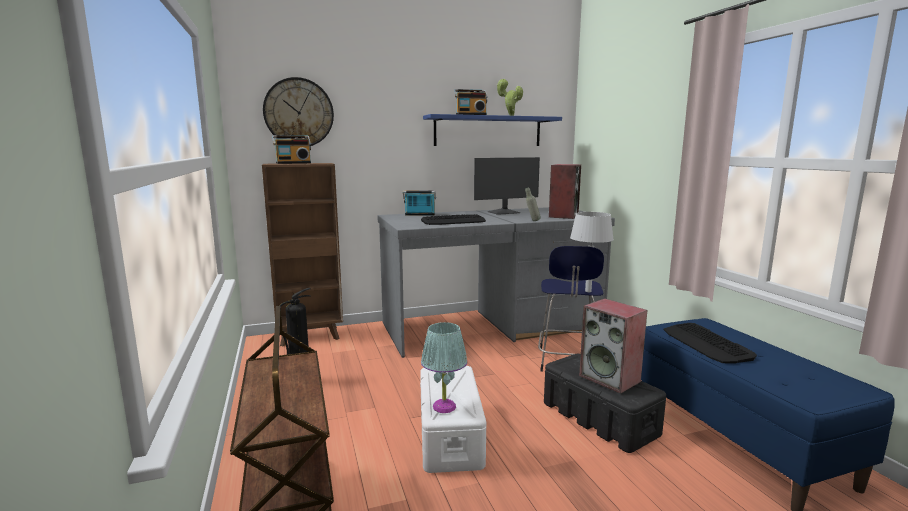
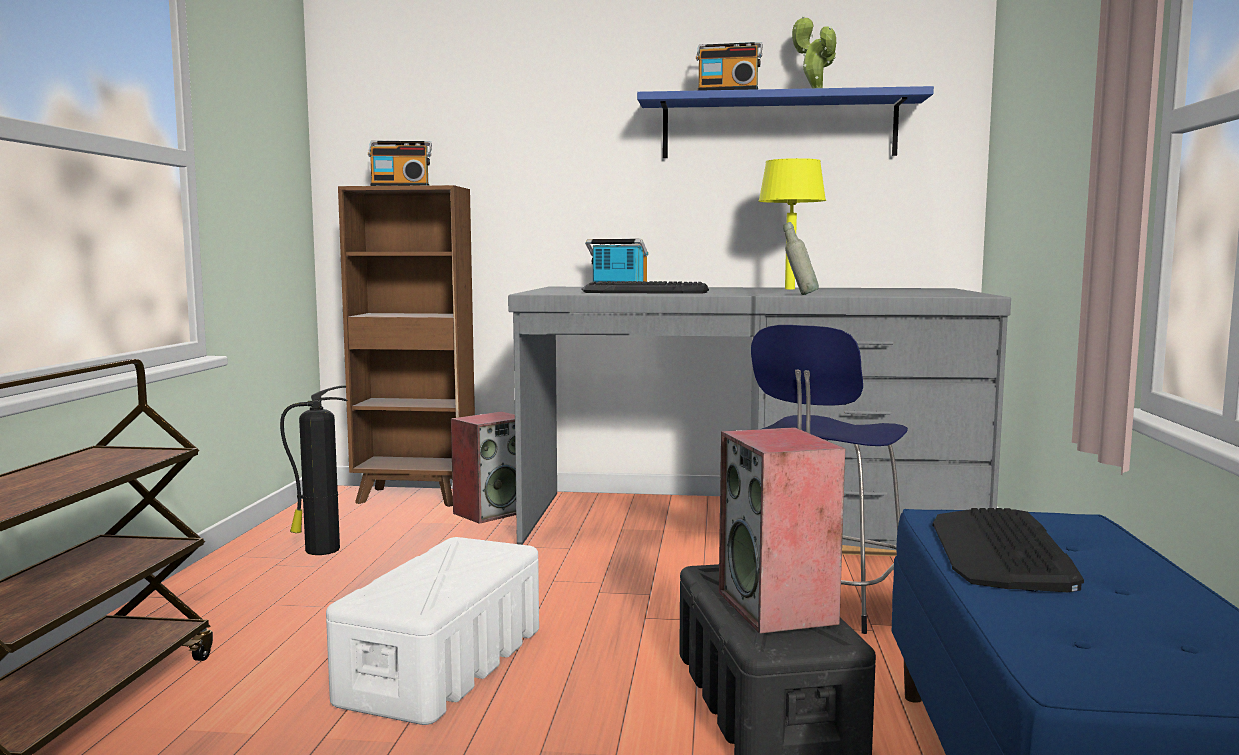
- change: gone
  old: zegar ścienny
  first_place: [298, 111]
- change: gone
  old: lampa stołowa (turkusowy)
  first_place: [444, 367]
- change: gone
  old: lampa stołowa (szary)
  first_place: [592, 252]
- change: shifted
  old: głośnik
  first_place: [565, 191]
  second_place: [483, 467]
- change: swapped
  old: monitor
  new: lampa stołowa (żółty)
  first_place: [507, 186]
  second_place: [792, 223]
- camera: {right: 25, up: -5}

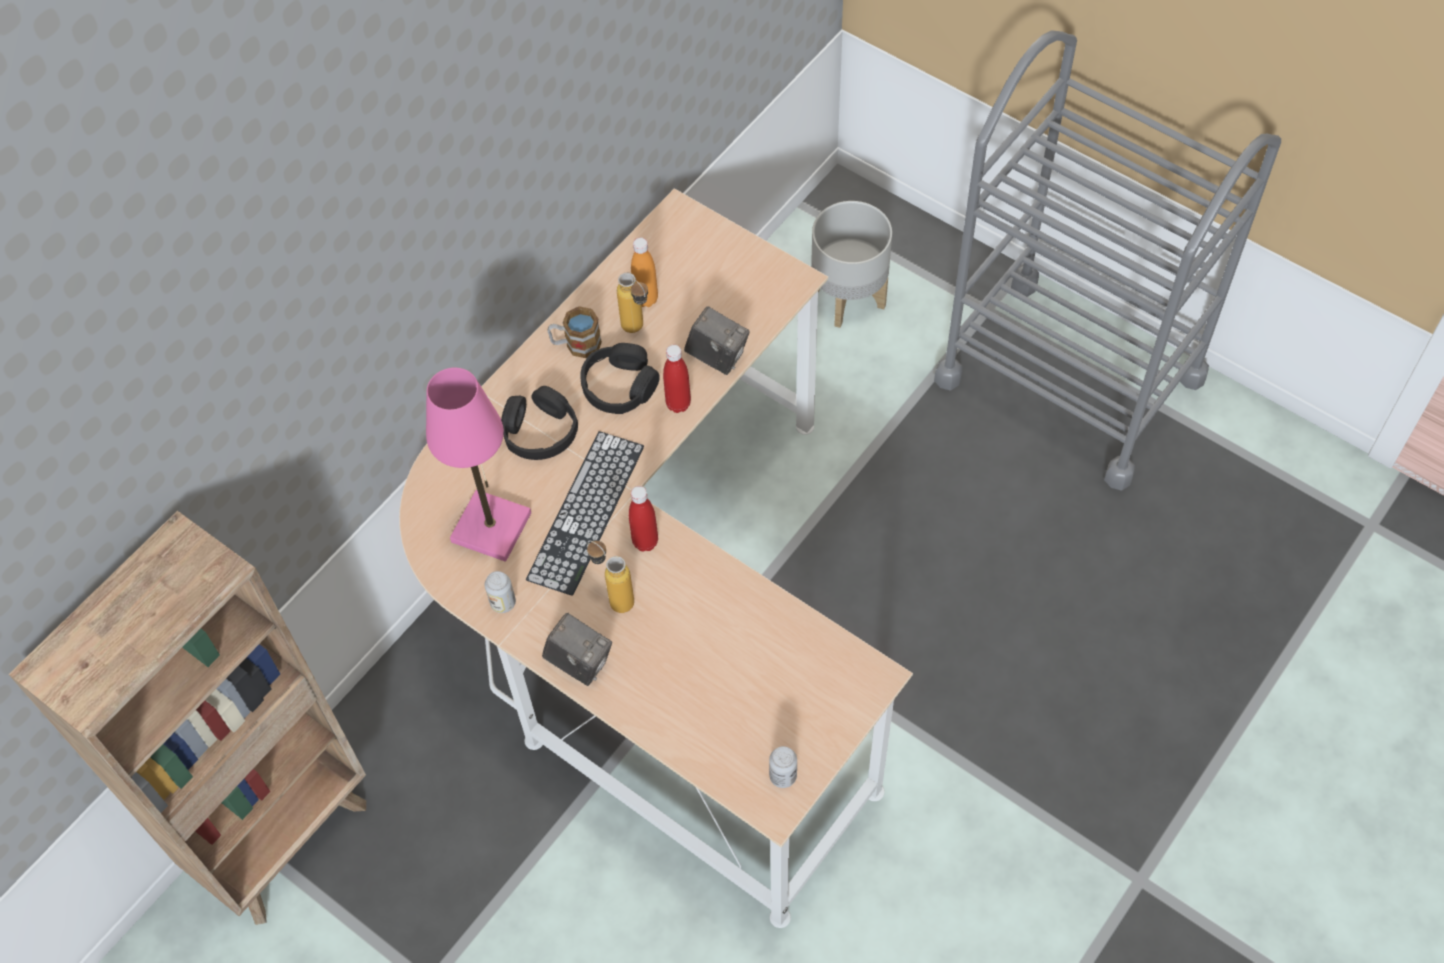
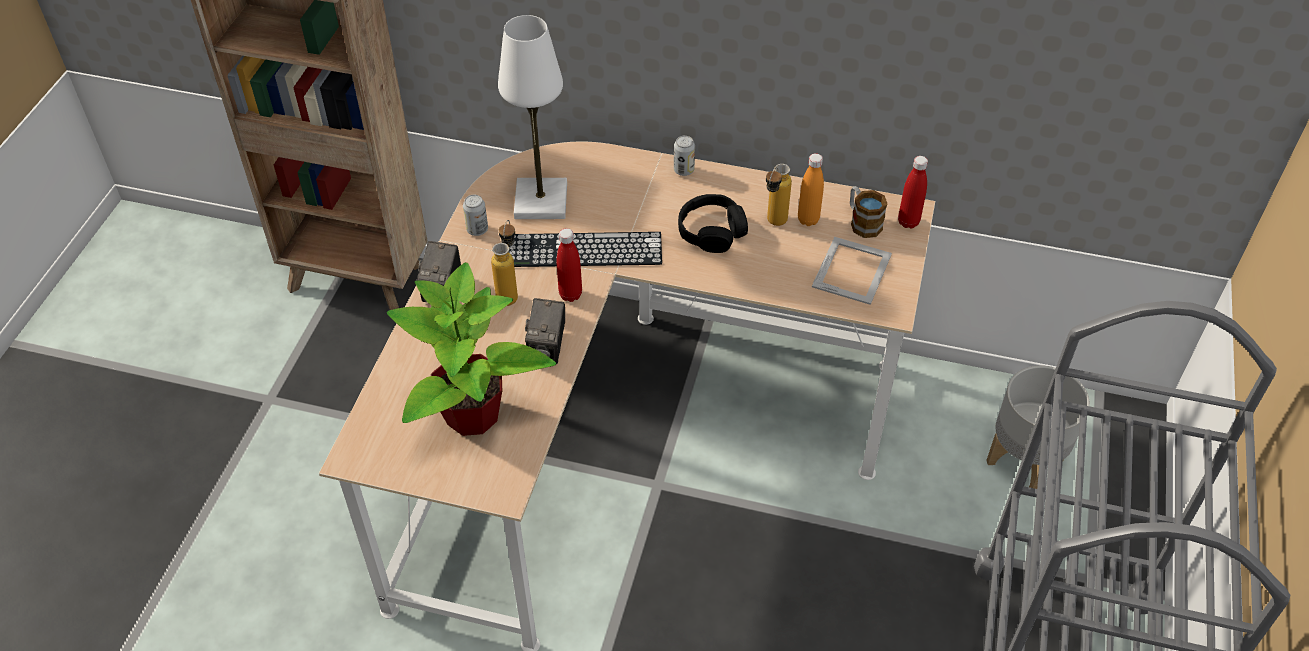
- change: gone
  old: słuchawki (czarny)
  first_place: [539, 423]
- change: new
  new: roślina doniczkowa
  second_place: [471, 349]
- change: new
  new: ramka na zdjęcie
  second_place: [852, 271]
- change: shifted
  old: kubek
  first_place: [574, 332]
  second_place: [869, 212]
- change: shifted
  old: butelka (czerwony)
  first_place: [677, 379]
  second_place: [913, 192]
- change: shifted
  old: aparat fotograficzny
  first_place: [717, 341]
  second_place: [545, 331]
- change: shifted
  old: puszka
  first_place: [783, 767]
  second_place: [684, 156]
- change: repainted
  old: lampa stołowa (różowy)
  new: lampa stołowa (biały)
  first_place: [478, 465]
  second_place: [532, 117]
- camera: {right: 65, up: -10}

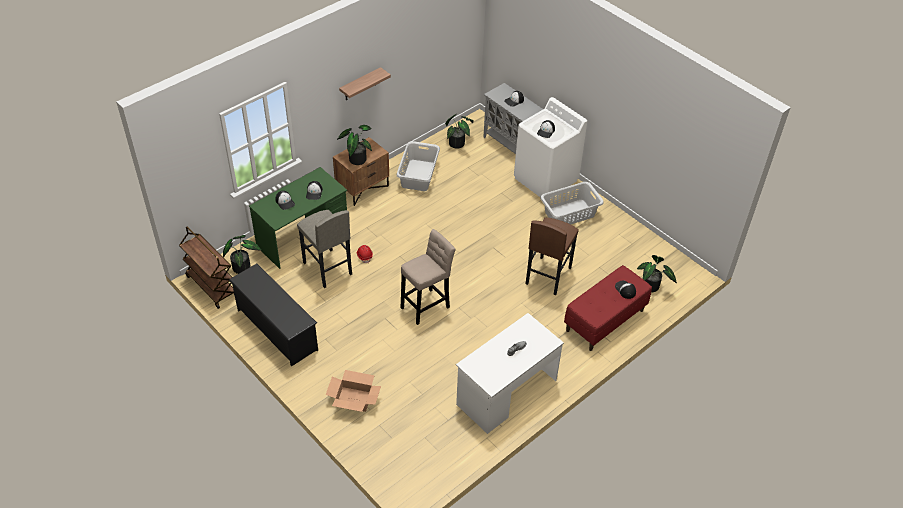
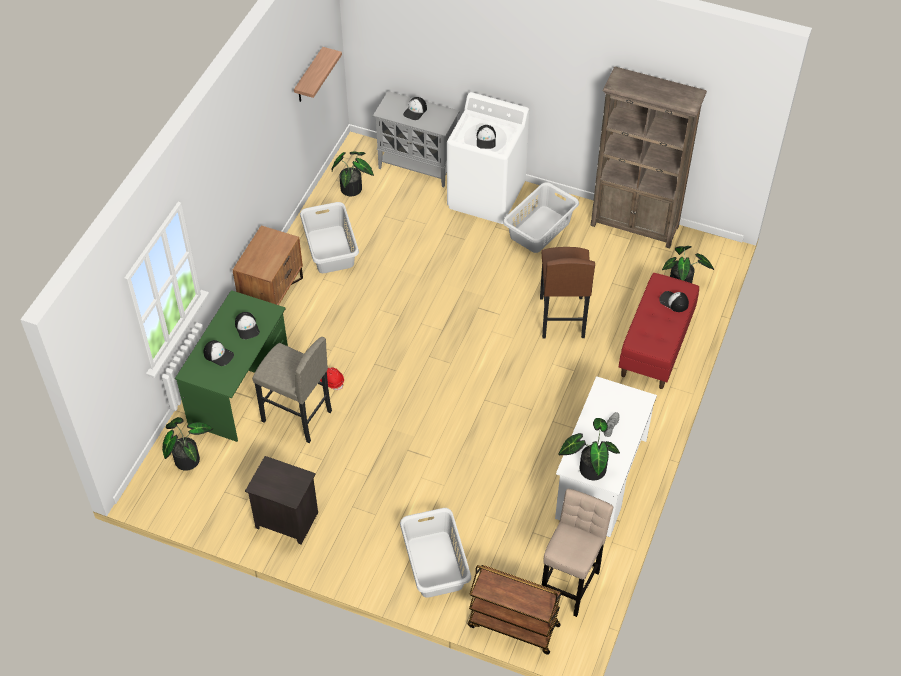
- change: new
  new: regał (brązowy)
  second_place: [648, 158]
- change: shifted
  old: wózek (brązowy)
  first_place: [207, 267]
  second_place: [515, 610]
- change: shifted
  old: roślina doniczkowa
  first_place: [354, 145]
  second_place: [589, 449]
- change: shifted
  old: półka
  first_place: [365, 83]
  second_place: [318, 74]
- change: shifted
  old: stołek (beżowy)
  first_place: [428, 277]
  second_place: [577, 553]
- change: swapped
  old: regał na buty (czarny)
  new: szafka nocna (czarny)
  first_place: [273, 314]
  second_place: [281, 500]
- change: swapped
  old: karton
  new: kosz na pranie (szary)
  first_place: [353, 391]
  second_place: [435, 553]
- camera: {right: -25, up: 5}

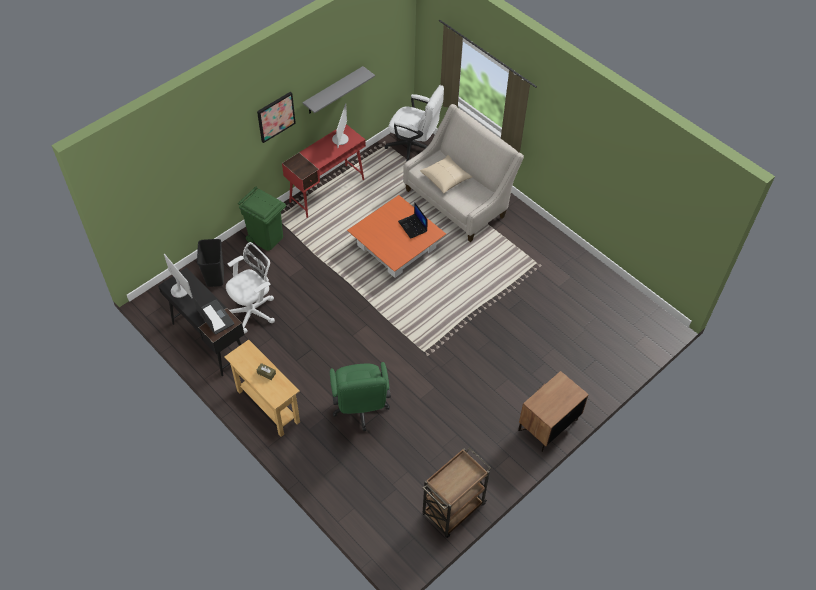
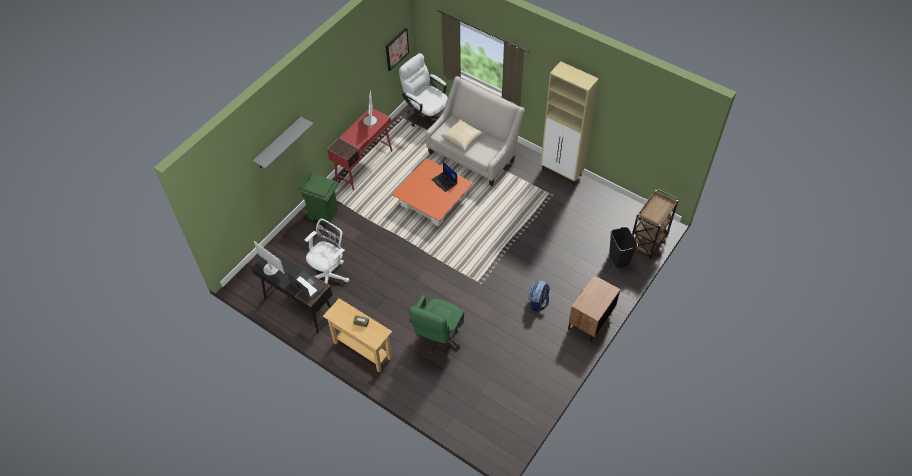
- change: new
  new: plecak
  second_place: [539, 296]
- change: new
  new: szafka (beżowy)
  second_place: [570, 123]
- change: shifted
  old: kosz na śmieci (czarny)
  first_place: [210, 263]
  second_place: [623, 247]
- change: shifted
  old: obraz
  first_place: [276, 117]
  second_place: [397, 49]
- change: shifted
  old: półka (szary)
  first_place: [338, 89]
  second_place: [283, 143]
- change: shifted
  old: wózek (brązowy)
  first_place: [456, 492]
  second_place: [655, 224]
- change: rotated
  old: krzesło biurowe (zielony)
  first_place: [360, 396]
  second_place: [436, 325]
  degrees: 45
- change: rotated
  old: krzesło biurowe (biały)
  first_place: [414, 123]
  second_place: [423, 90]
  degrees: -150
- camera: {right: -10, up: 0}

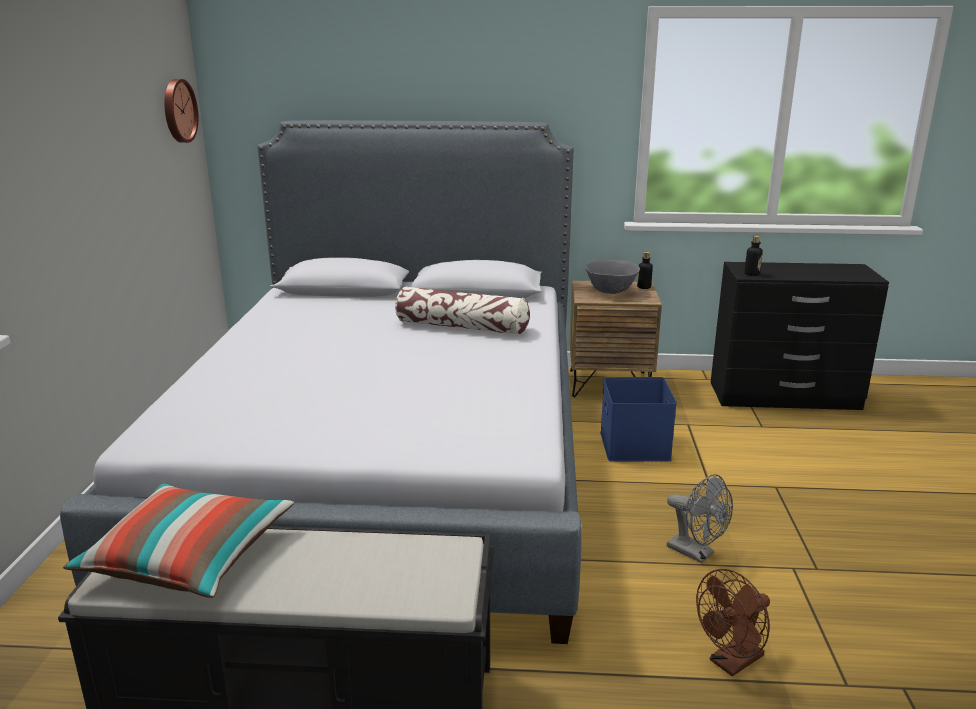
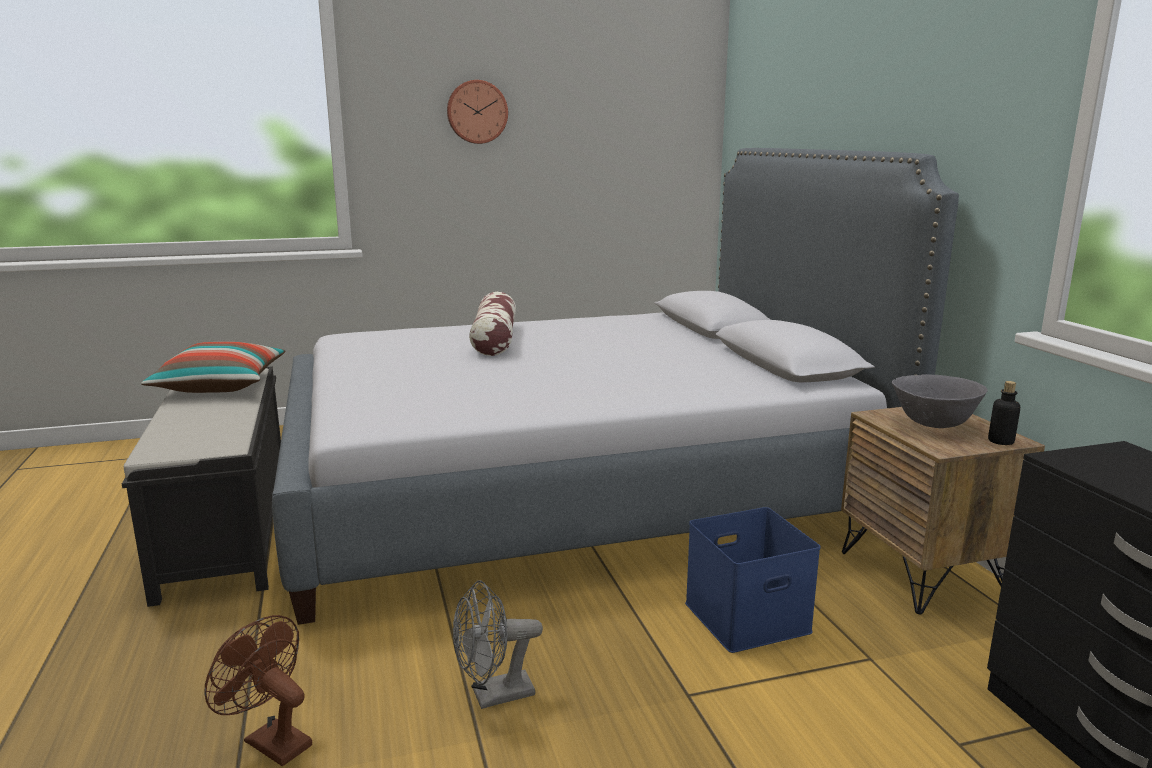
- change: gone
  old: butelka
  first_place: [753, 255]
- change: shifted
  old: zegar ścienny
  first_place: [181, 111]
  second_place: [477, 112]
- change: shifted
  old: poduszka
  first_place: [462, 310]
  second_place: [492, 324]
- change: rotated
  old: wentylator (szary)
  first_place: [700, 518]
  second_place: [498, 644]
  degrees: 45
- camera: {right: 70, up: -5}

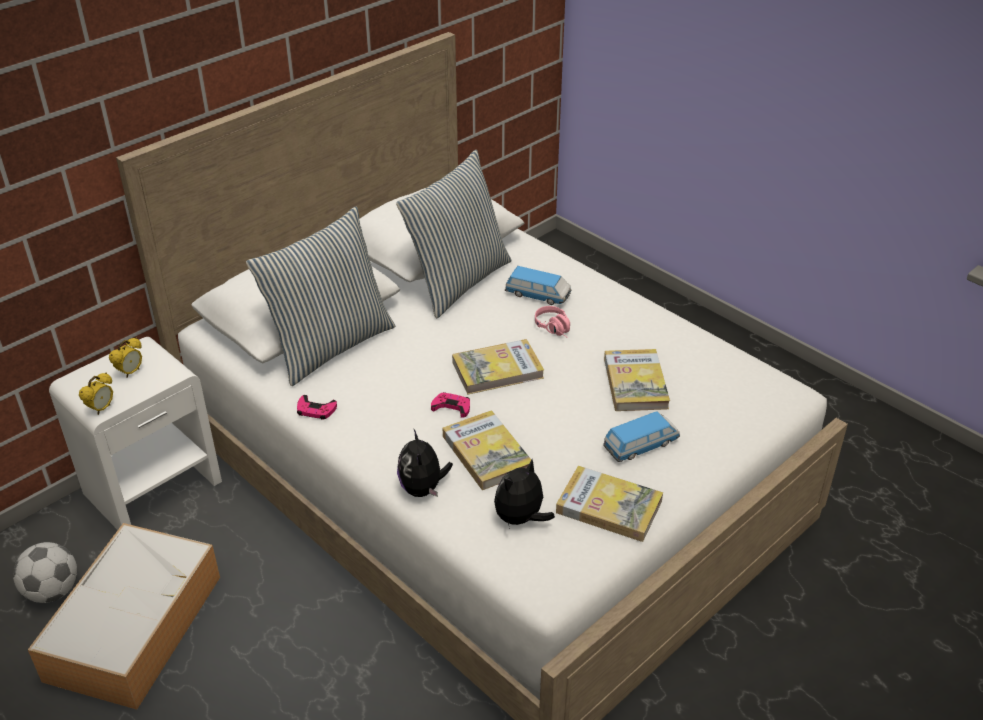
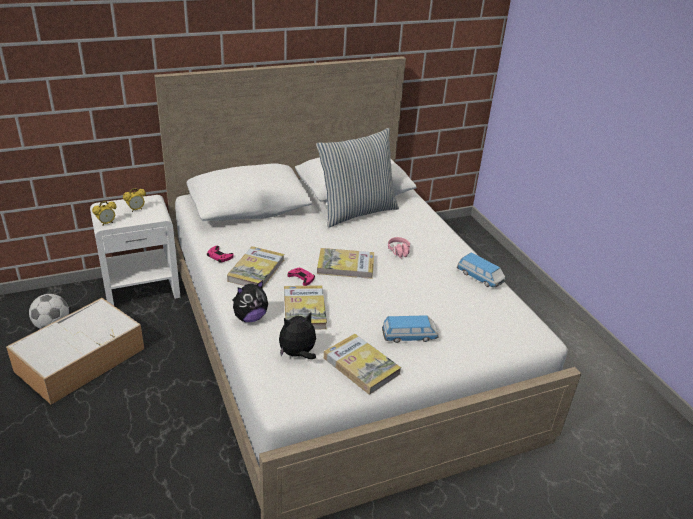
- change: gone
  old: poduszka
  first_place: [320, 296]
- change: shifted
  old: samochodzik
  first_place: [538, 285]
  second_place: [481, 270]
- change: shifted
  old: książka
  first_place: [637, 380]
  second_place: [255, 267]
- change: rotated
  old: pluszak
  first_place: [425, 463]
  second_place: [250, 301]
  degrees: -135
- camera: {right: 20, up: -5}

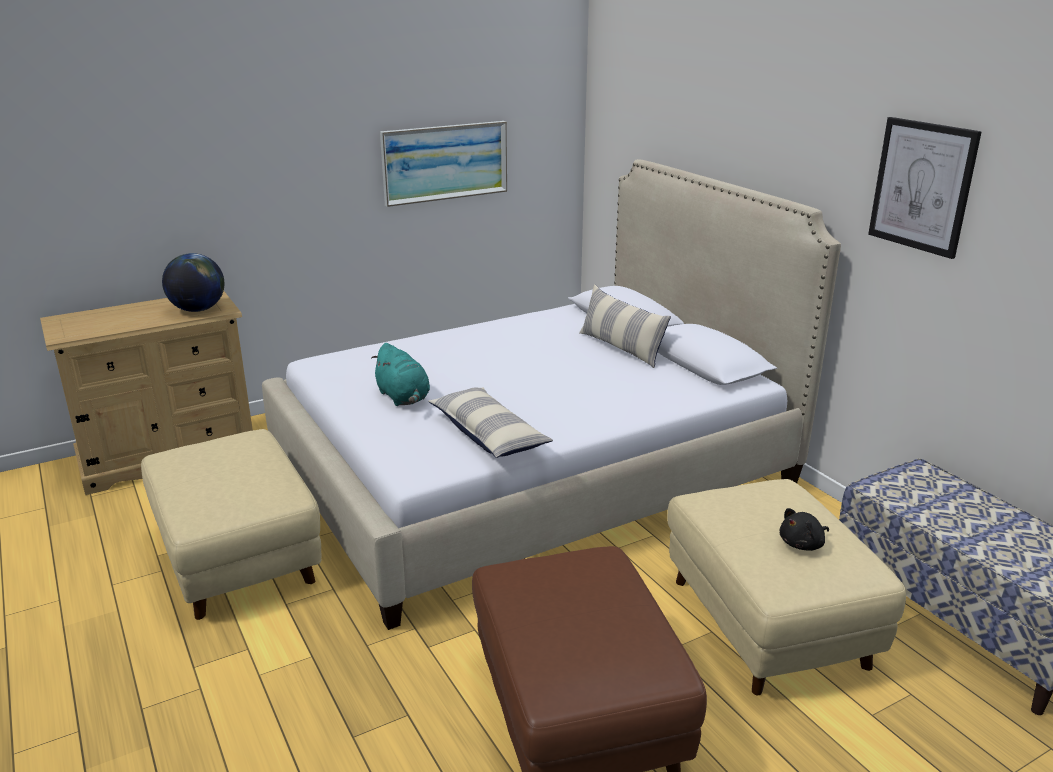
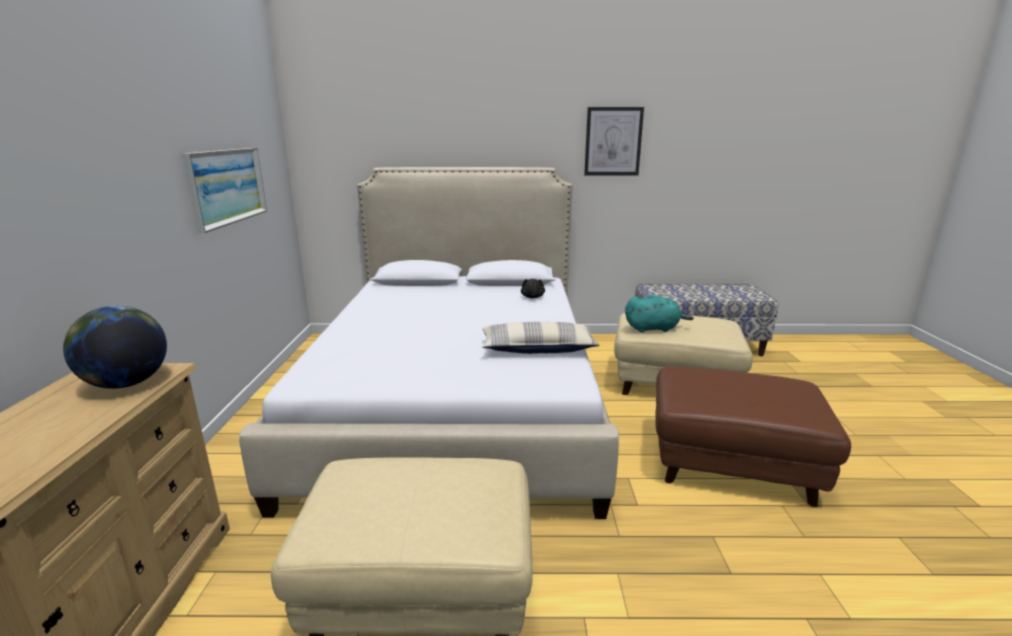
- change: gone
  old: poduszka
  first_place: [625, 326]
- change: shifted
  old: pluszak (turkusowy)
  first_place: [400, 374]
  second_place: [659, 313]
- change: shifted
  old: pluszak (czarny)
  first_place: [804, 529]
  second_place: [533, 288]
- camera: {right: -60, up: -5}

